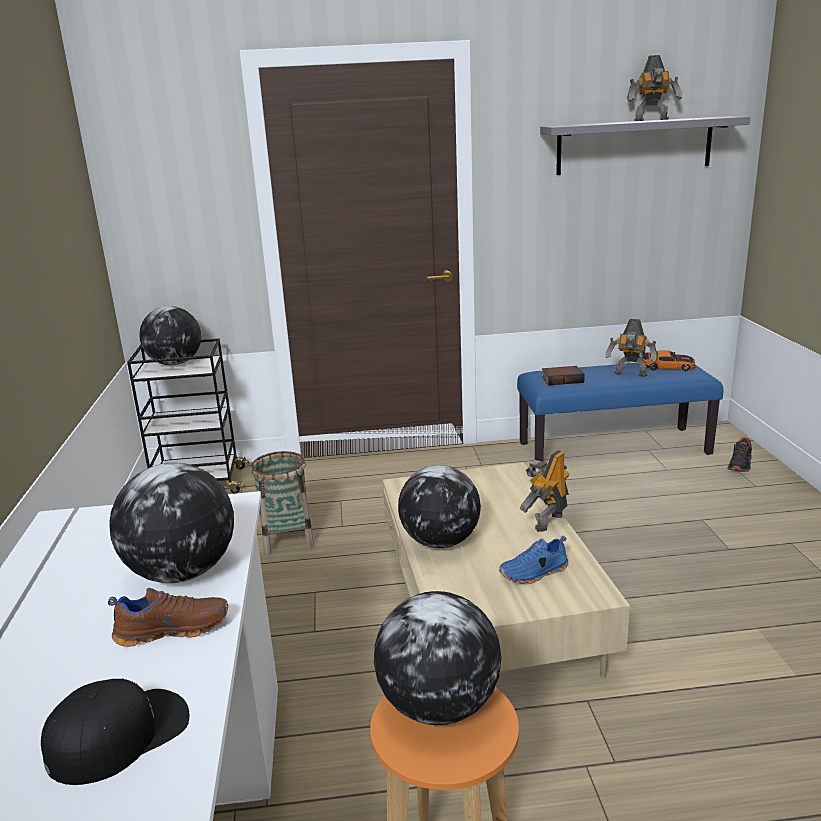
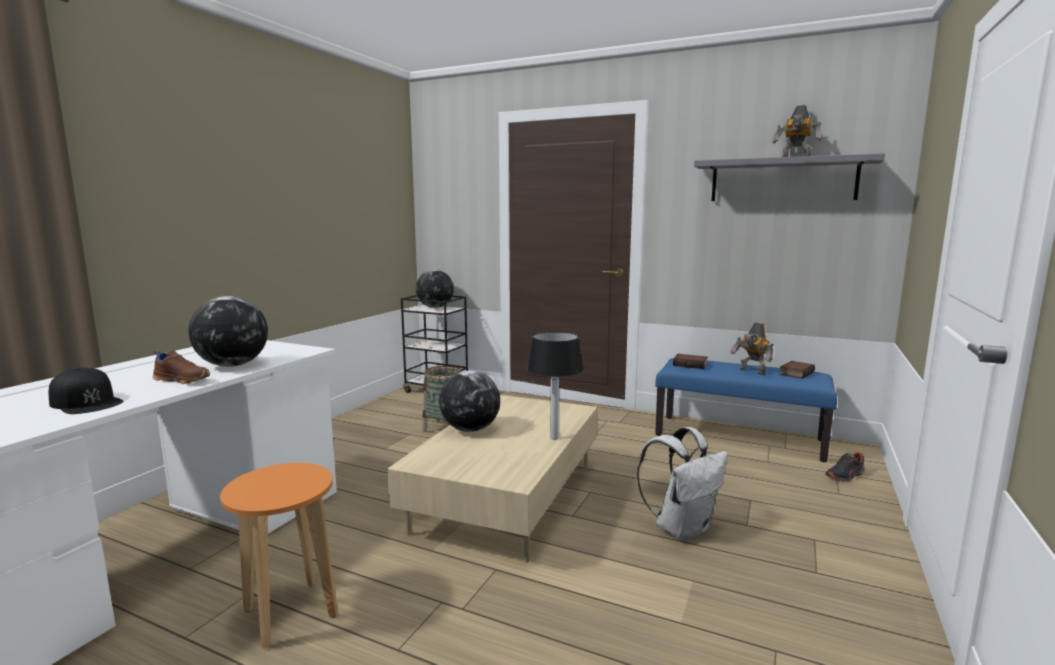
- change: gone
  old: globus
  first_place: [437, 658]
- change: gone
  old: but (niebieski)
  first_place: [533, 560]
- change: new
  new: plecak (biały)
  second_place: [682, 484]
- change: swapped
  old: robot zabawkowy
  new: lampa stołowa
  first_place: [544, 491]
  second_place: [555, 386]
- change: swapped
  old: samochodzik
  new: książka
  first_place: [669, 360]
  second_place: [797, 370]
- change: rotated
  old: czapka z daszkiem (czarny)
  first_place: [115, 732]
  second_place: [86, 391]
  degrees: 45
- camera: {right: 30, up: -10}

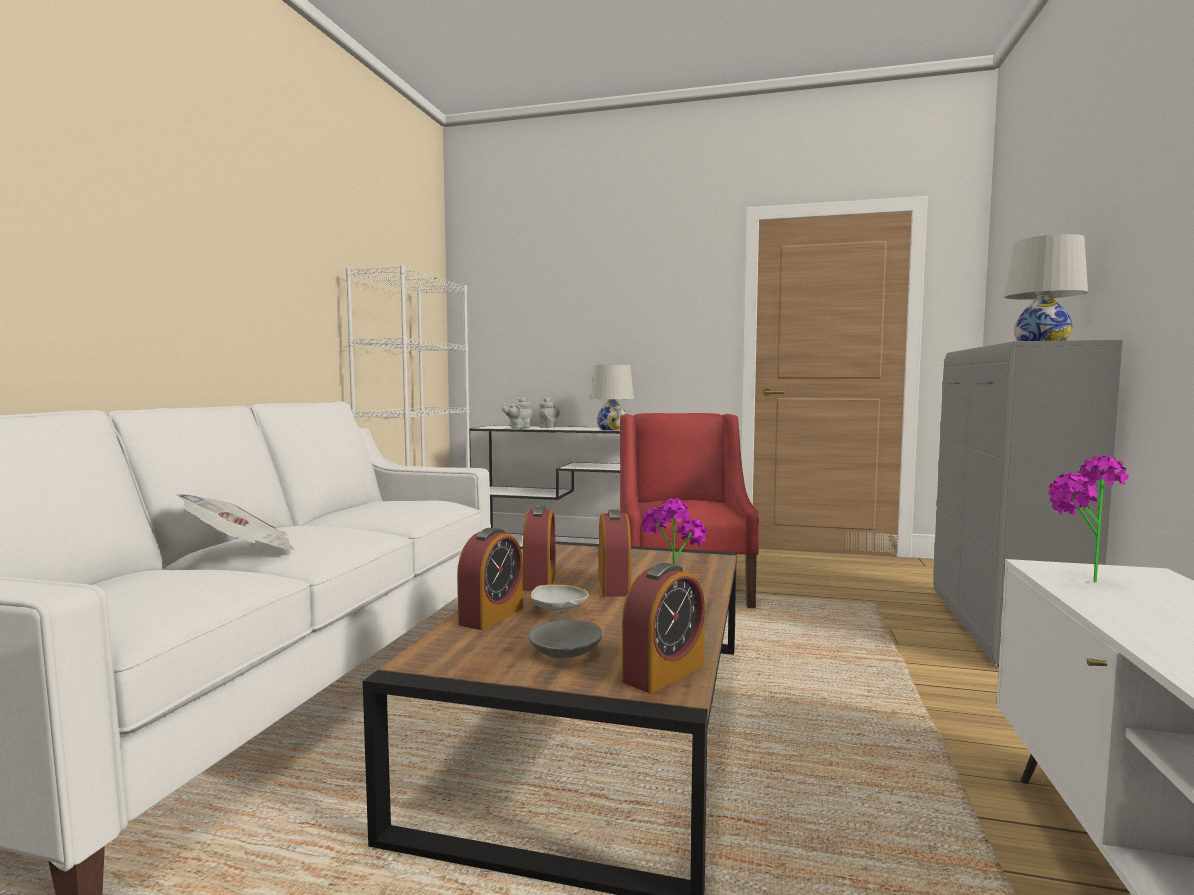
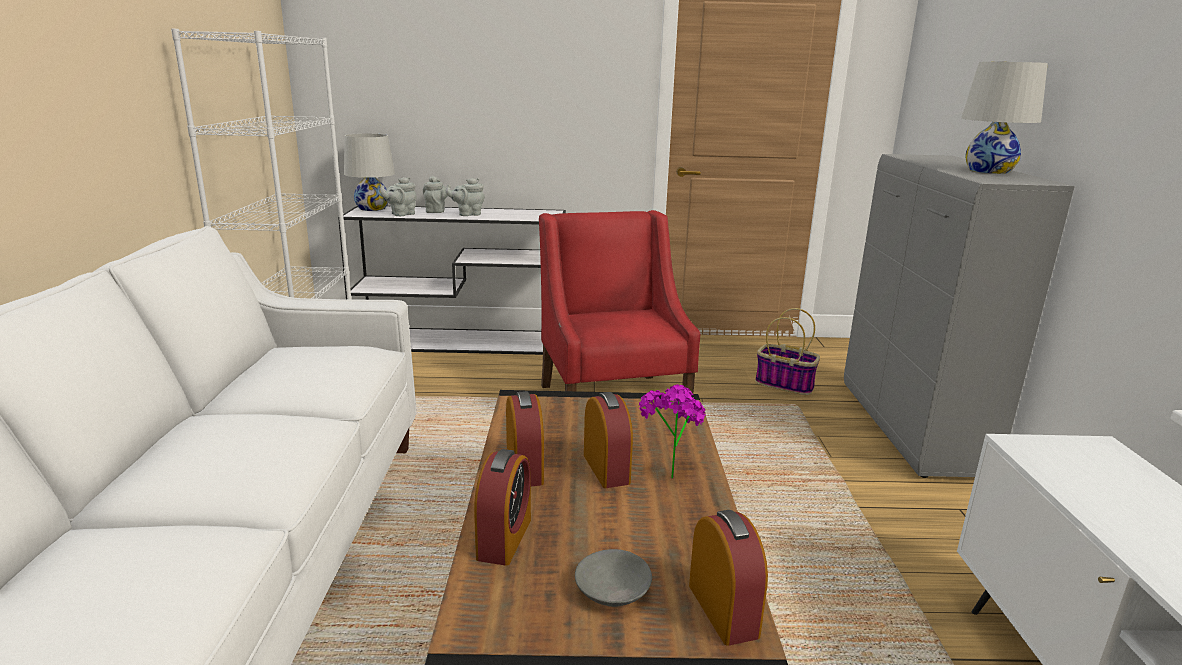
- change: gone
  old: gazeta
  first_place: [235, 522]
- change: gone
  old: miska (biały)
  first_place: [560, 598]
- change: gone
  old: roślina doniczkowa
  first_place: [1088, 519]
- change: new
  new: imbryk (szary)
  second_place: [465, 197]
- change: new
  new: koszyk
  second_place: [787, 351]
- change: shifted
  old: lampa stołowa (biały)
  first_place: [612, 397]
  second_place: [369, 172]
- change: rotated
  old: budzik
  first_place: [663, 628]
  second_place: [728, 578]
  degrees: -45
- camera: {right: -15, up: 15}

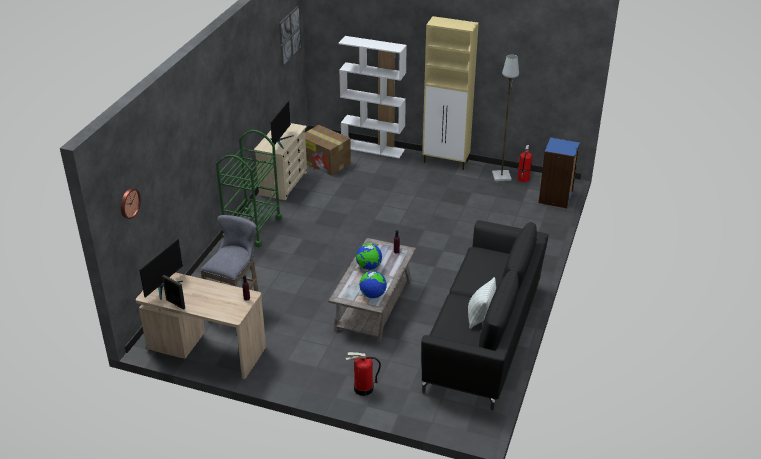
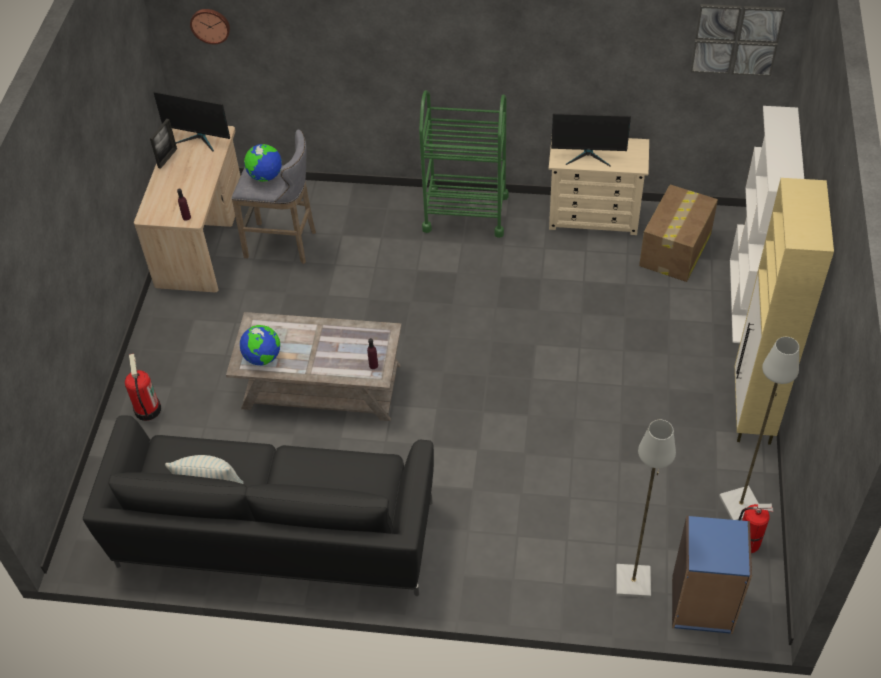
- change: new
  new: lampa stojąca (szary)
  second_place: [646, 509]
- change: shifted
  old: globus
  first_place: [369, 257]
  second_place: [263, 163]
- camera: {right: 80, up: 15}

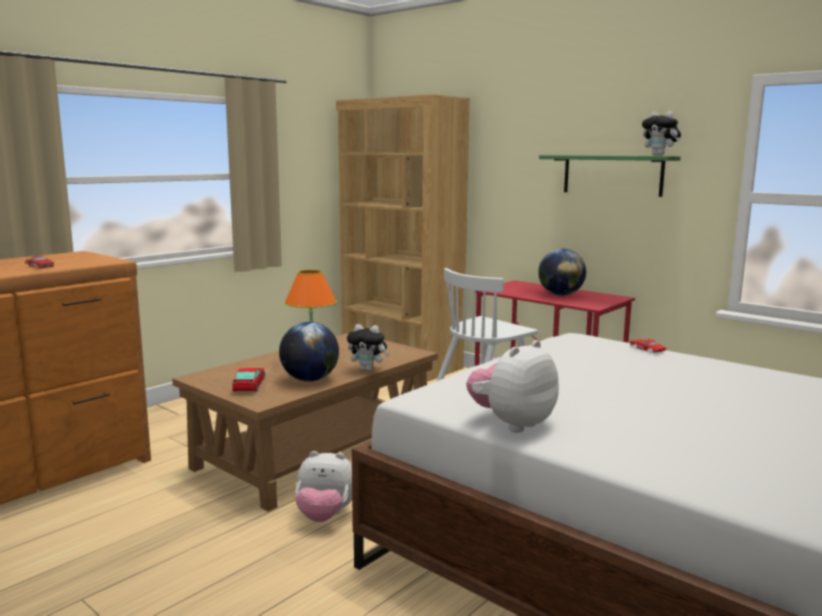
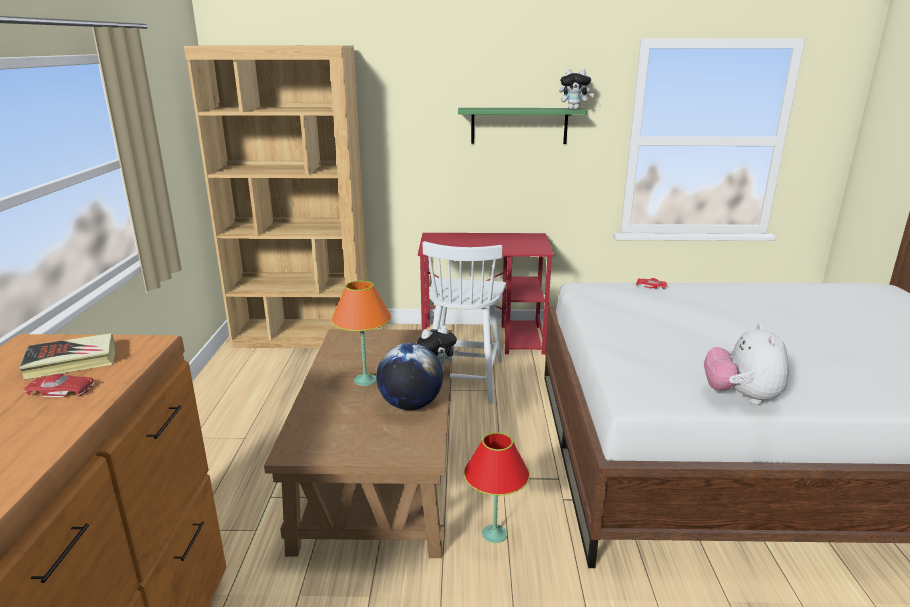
- change: gone
  old: samochodzik
  first_place: [248, 380]
- change: gone
  old: globus
  first_place: [562, 272]
- change: new
  new: książka
  second_place: [67, 356]
- change: swapped
  old: pluszak
  new: lampa stołowa (czerwony)
  first_place: [323, 486]
  second_place: [497, 487]
- camera: {right: -40, up: 10}

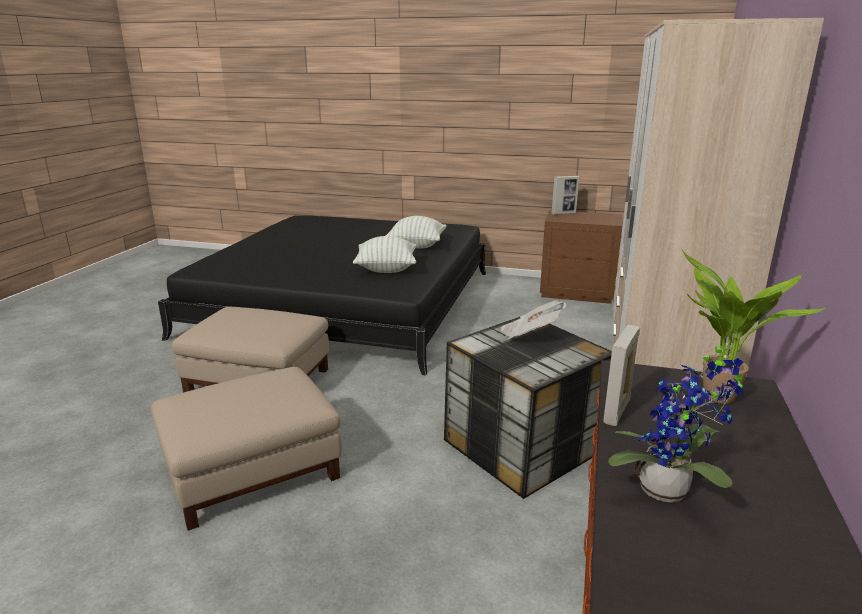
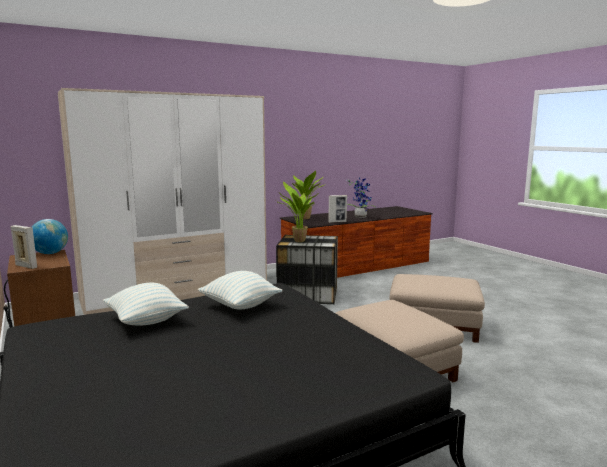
- change: new
  new: globus
  second_place: [50, 236]
- change: swapped
  old: gazeta
  new: roślina doniczkowa
  first_place: [533, 319]
  second_place: [297, 212]
- camera: {right: -135, up: -10}

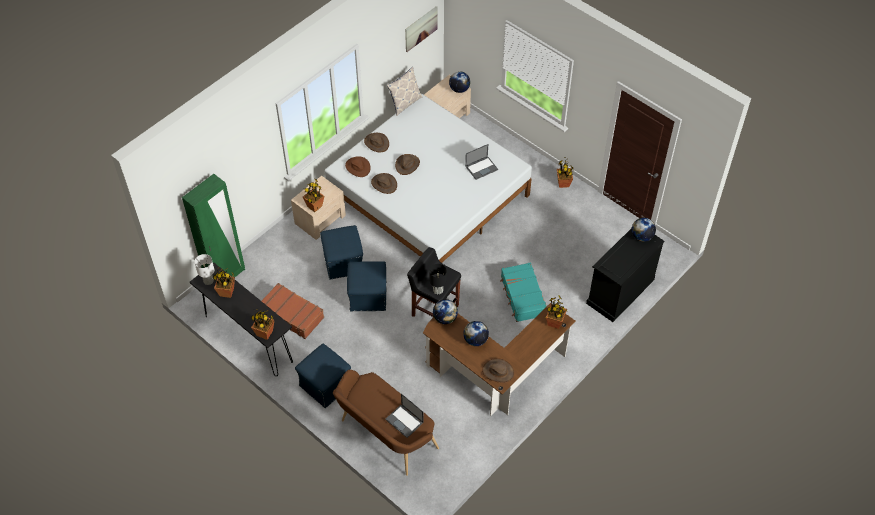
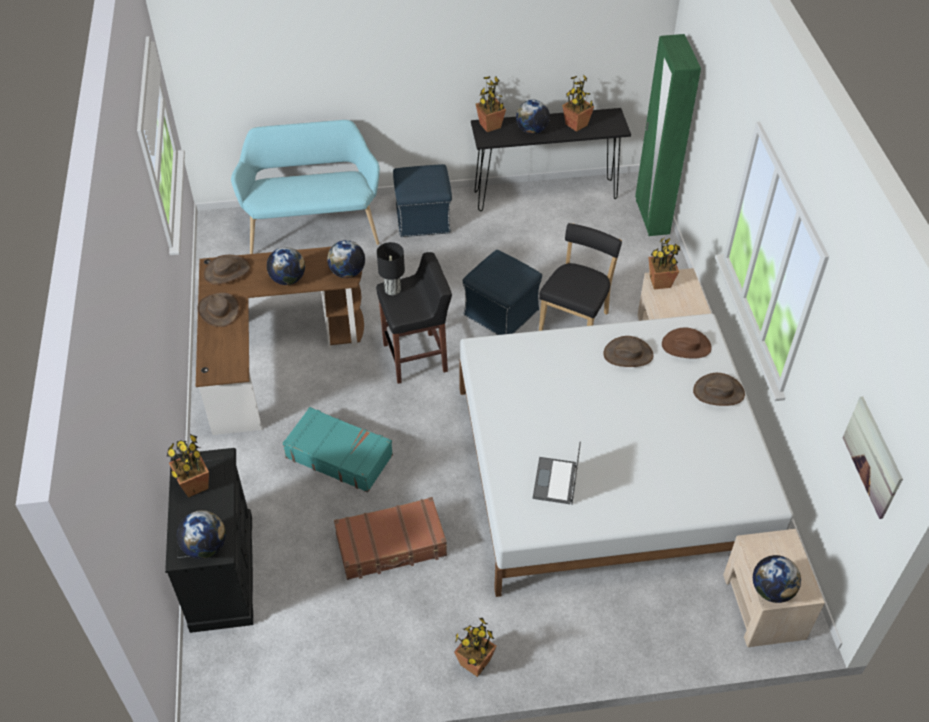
- change: gone
  old: lampa stołowa (biały)
  first_place: [204, 269]
- change: gone
  old: laptop
  first_place: [404, 415]
- change: gone
  old: poduszka
  first_place: [404, 91]
- change: new
  new: globus
  second_place: [533, 117]
- change: shifted
  old: walizka (brązowy)
  first_place: [293, 311]
  second_place: [390, 538]
- change: shifted
  old: kapelusz (brązowy)
  first_place: [407, 164]
  second_place: [218, 309]
- change: shifted
  old: roślina doniczkowa
  first_place: [556, 312]
  second_place: [188, 466]
- change: swapped
  old: pufa (niebieski)
  new: krzesło (czarny)
  first_place: [341, 252]
  second_place: [580, 277]
- change: repainted
  old: ławka (brązowy)
  new: ławka (turkusowy)
  first_place: [386, 423]
  second_place: [305, 187]
- camera: {right: 130, up: -5}

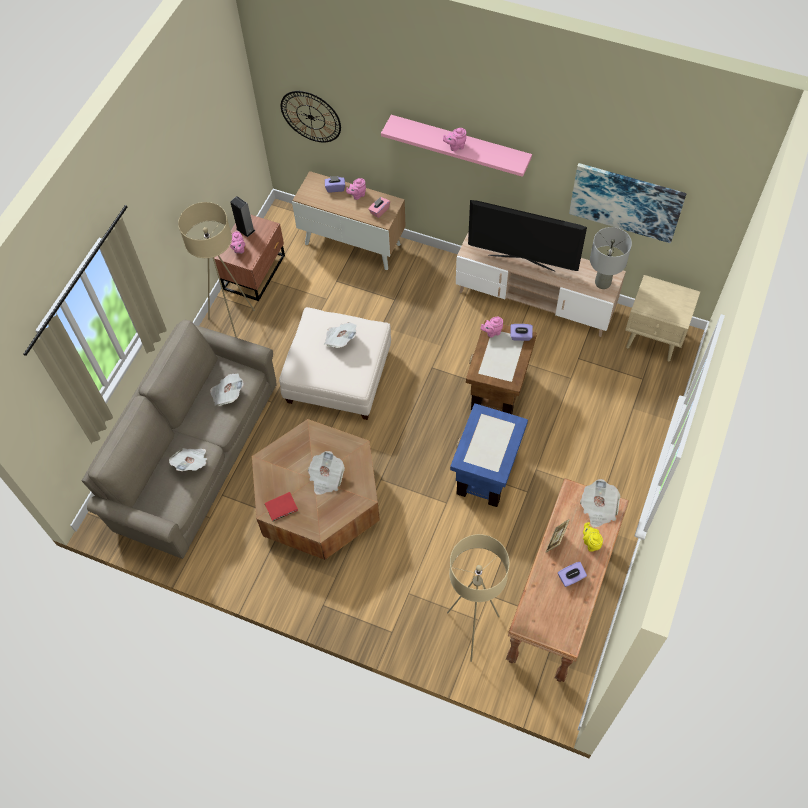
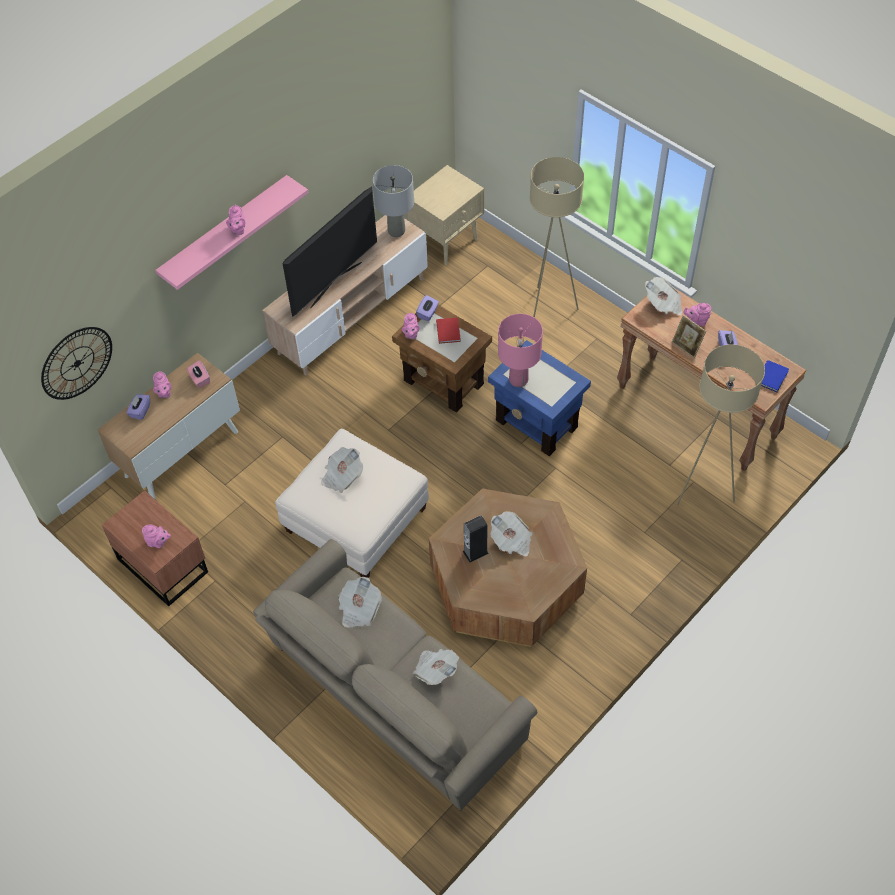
- change: gone
  old: obraz
  first_place: [628, 203]
- change: new
  new: lampa stołowa (różowy)
  second_place: [520, 350]
- change: new
  new: książka (niebieski)
  second_place: [772, 376]
- change: shifted
  old: lampa stojąca (beżowy)
  first_place: [216, 270]
  second_place: [557, 237]
- change: shifted
  old: głośnik
  first_place: [242, 216]
  second_place: [476, 539]
- change: shifted
  old: książka (czerwony)
  first_place: [281, 506]
  second_place: [448, 330]
- change: repainted
  old: imbryk (żółty)
  new: imbryk (różowy)
  first_place: [593, 537]
  second_place: [697, 314]
- camera: {right: -70, up: -5}

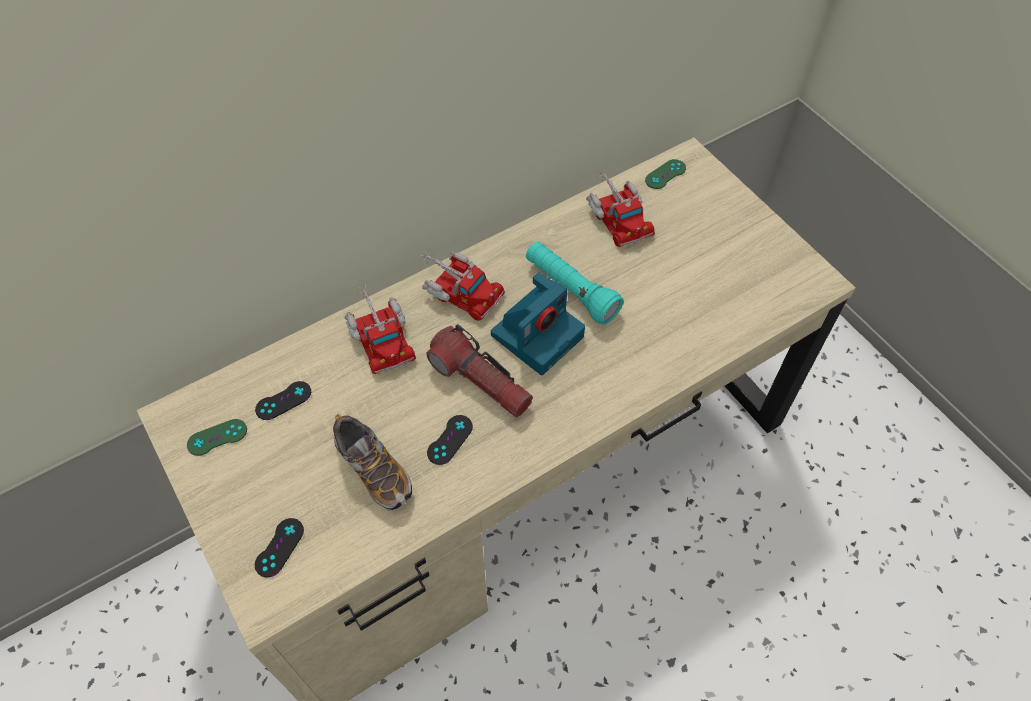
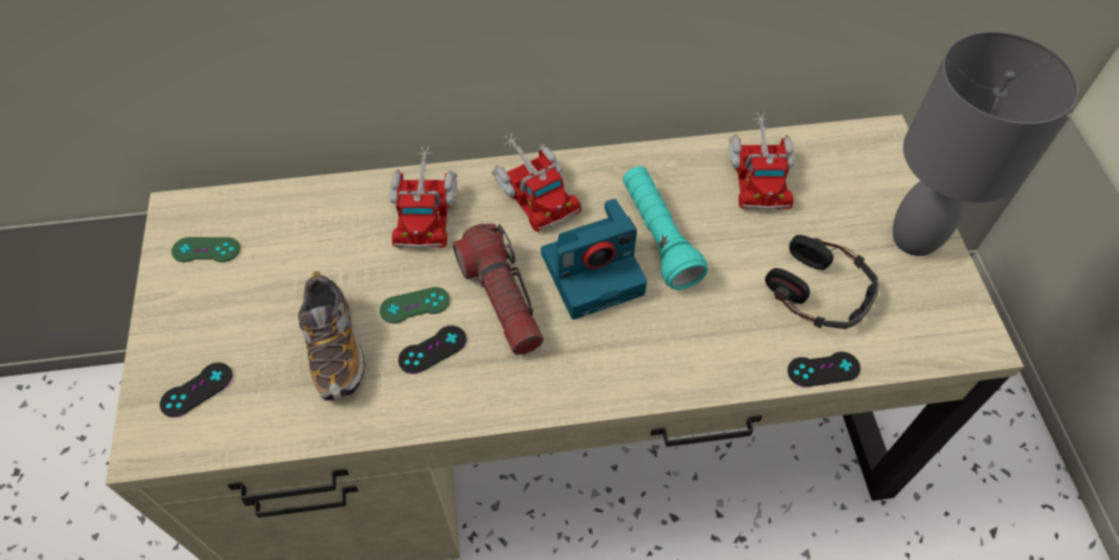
- change: new
  new: słuchawki
  second_place: [822, 282]
- change: new
  new: lampa stołowa (szary)
  second_place: [985, 144]
- change: shifted
  old: pad do gier (czarny)
  first_place: [283, 400]
  second_place: [824, 369]
- change: shifted
  old: pad do gier (zielony)
  first_place: [665, 174]
  second_place: [415, 305]
- camera: {right: 25, up: 0}

